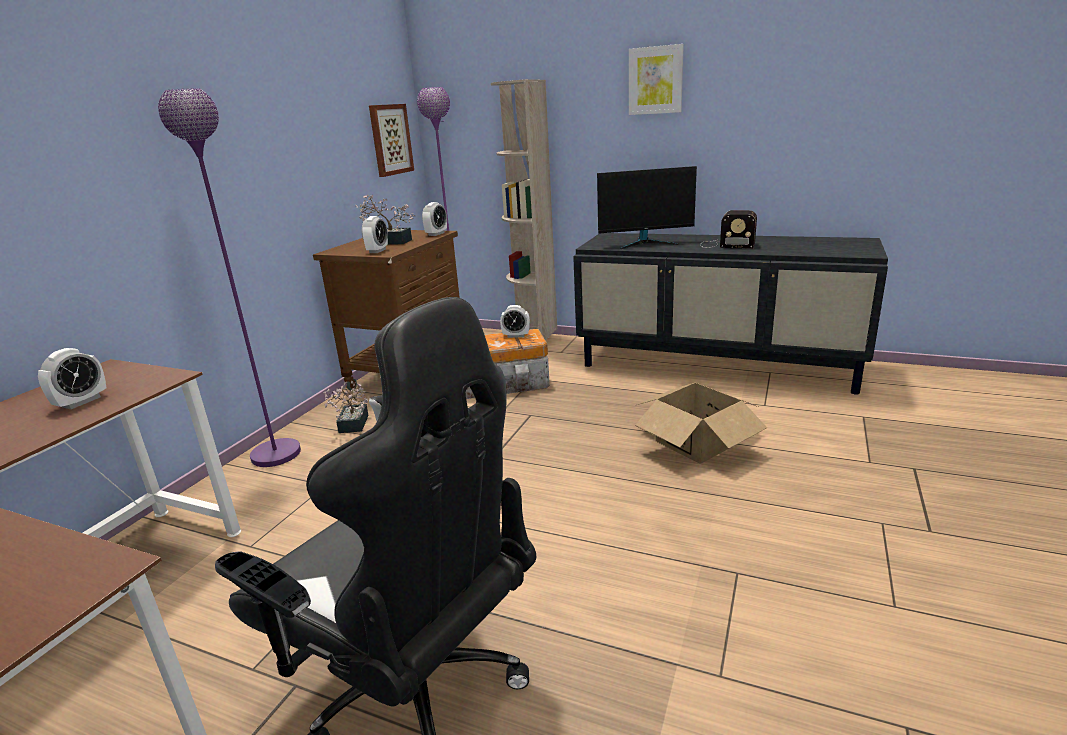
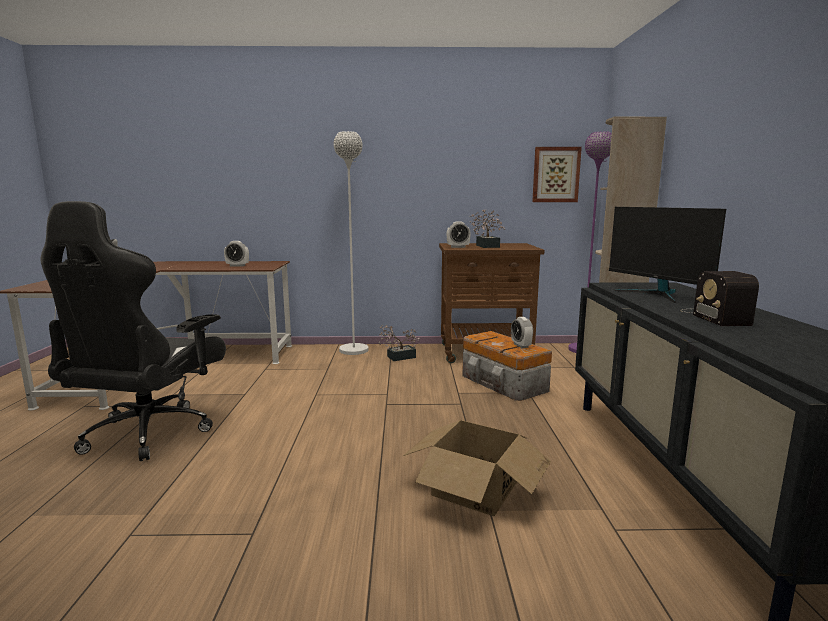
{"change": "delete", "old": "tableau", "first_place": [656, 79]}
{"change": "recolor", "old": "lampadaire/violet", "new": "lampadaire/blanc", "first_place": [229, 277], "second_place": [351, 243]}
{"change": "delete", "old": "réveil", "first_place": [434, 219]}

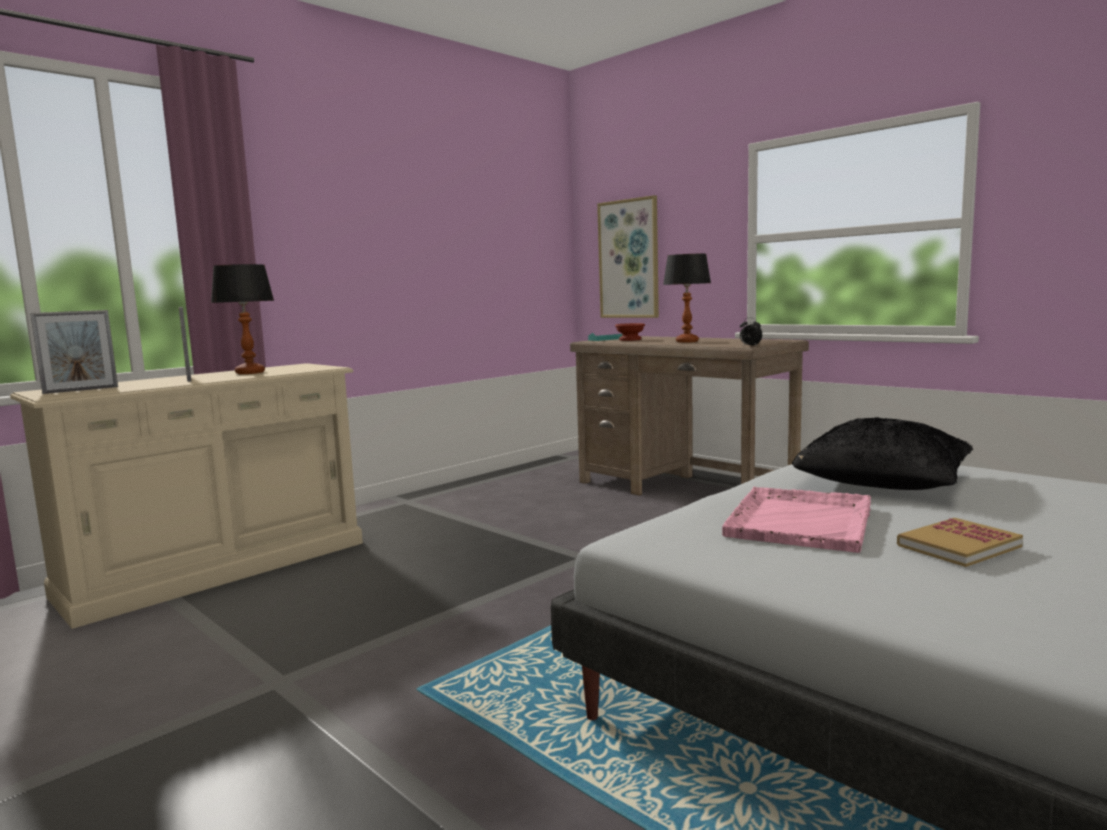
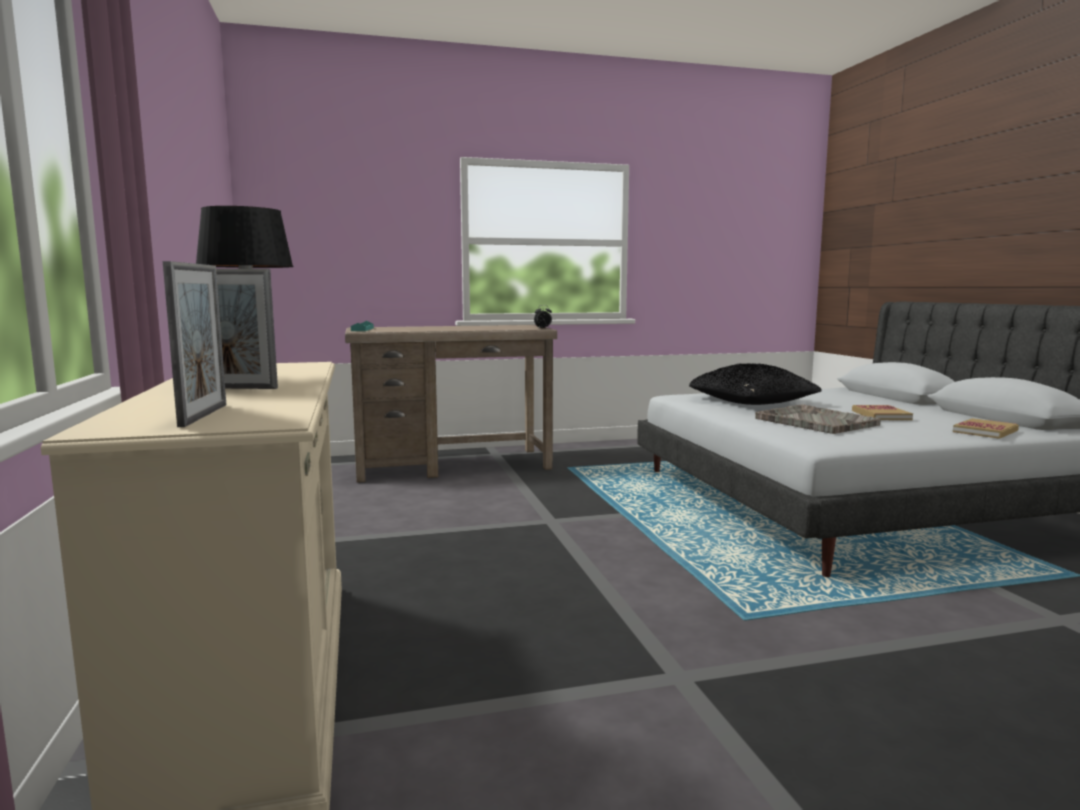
{"change": "delete", "old": "tableau", "first_place": [628, 256]}
{"change": "delete", "old": "lampe de table", "first_place": [687, 298]}
{"change": "delete", "old": "bol/marron", "first_place": [630, 332]}
{"change": "recolor", "old": "plateau/rose", "new": "plateau/gris", "first_place": [796, 520], "second_place": [818, 419]}
{"change": "insert", "new": "livre", "second_place": [986, 428]}

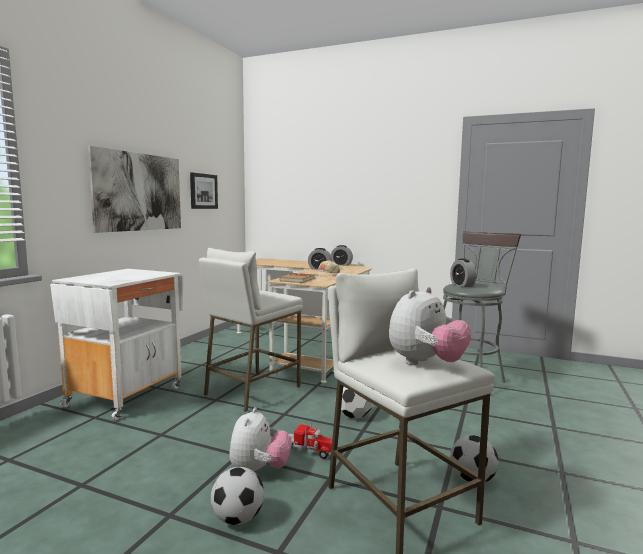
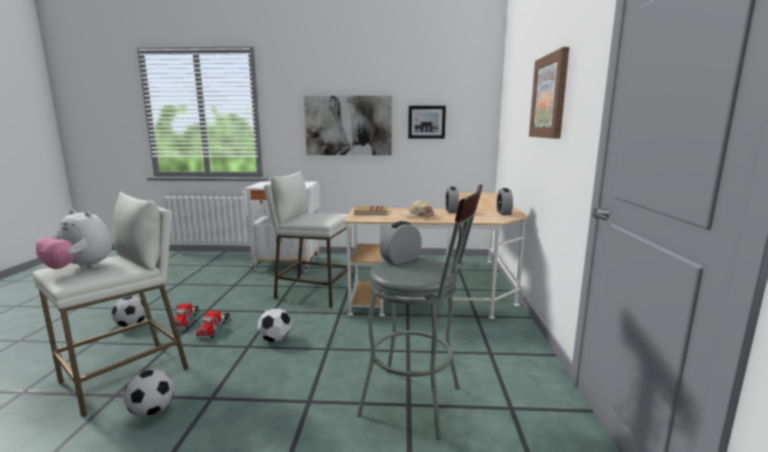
{"change": "replace", "old": "peluche", "new": "camion jouet", "first_place": [260, 439], "second_place": [184, 316]}
{"change": "insert", "new": "tableau", "second_place": [549, 93]}

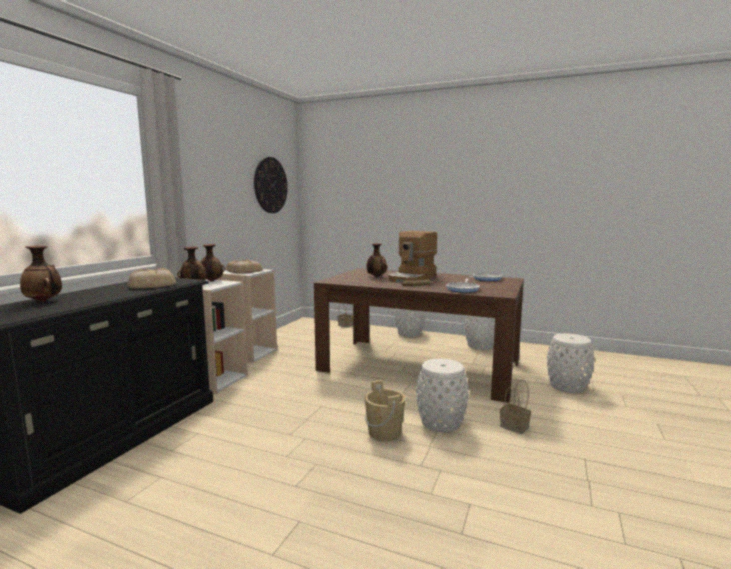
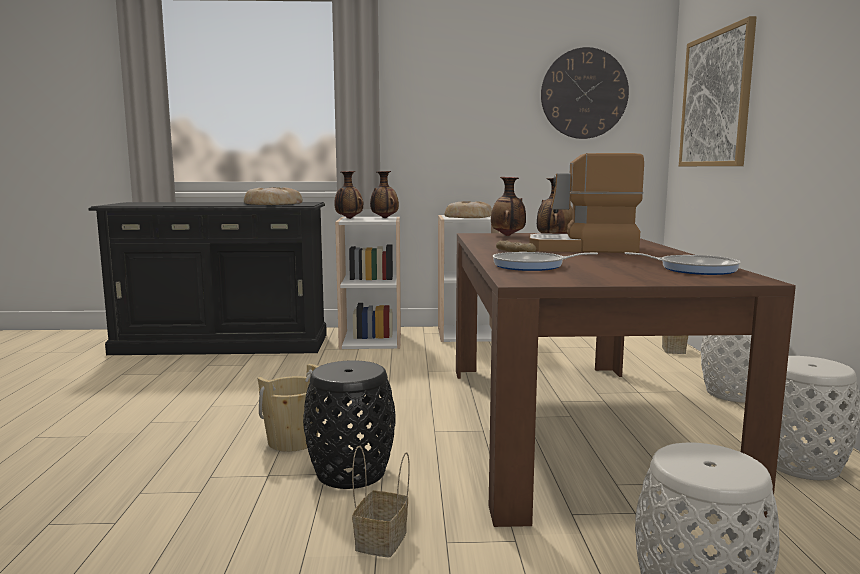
{"change": "move", "old": "vase", "first_place": [41, 274], "second_place": [508, 206]}
{"change": "recolor", "old": "tabouret/blanc", "new": "tabouret/noir", "first_place": [442, 395], "second_place": [349, 424]}
{"change": "insert", "new": "tableau", "second_place": [718, 91]}

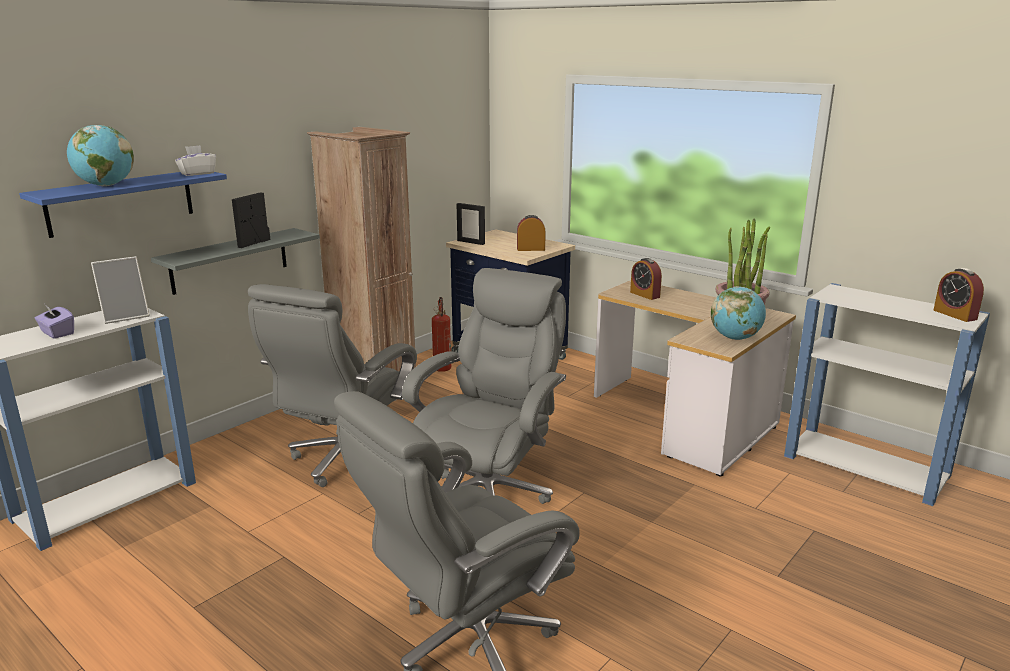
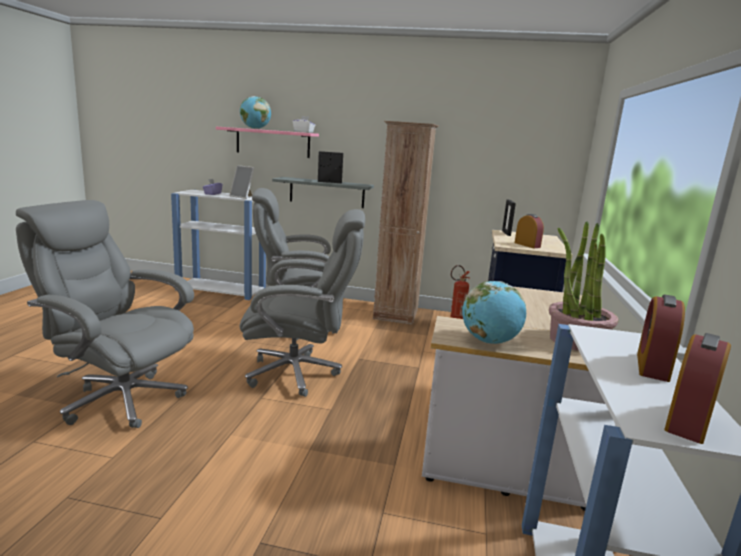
{"change": "recolor", "old": "étagère/bleu", "new": "étagère/rose", "first_place": [123, 205], "second_place": [267, 142]}
{"change": "move", "old": "réveil", "first_place": [646, 279], "second_place": [661, 338]}

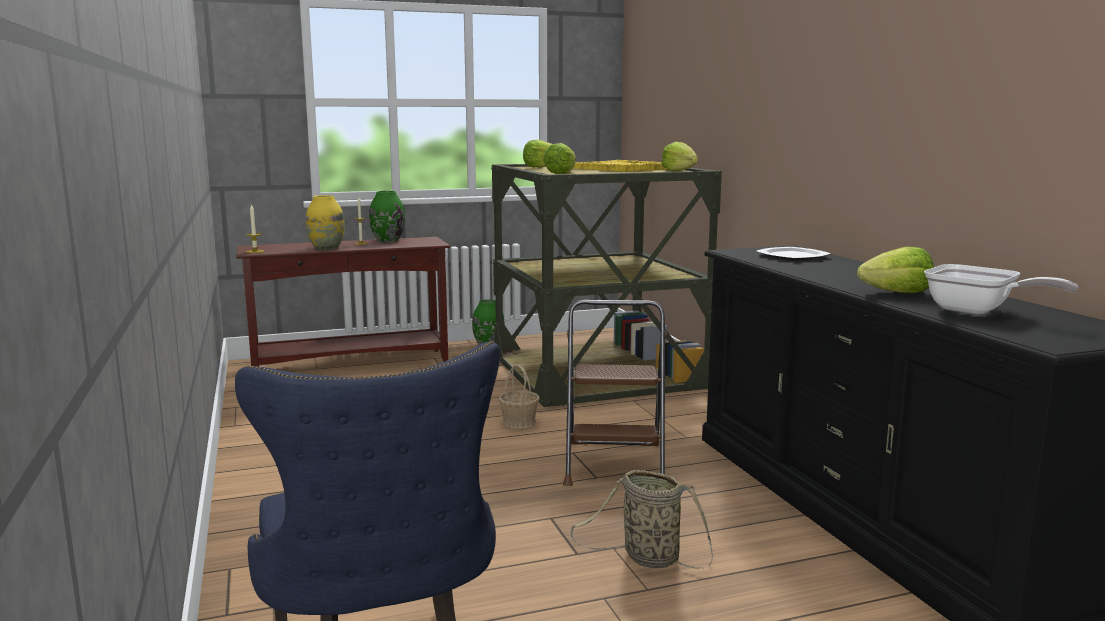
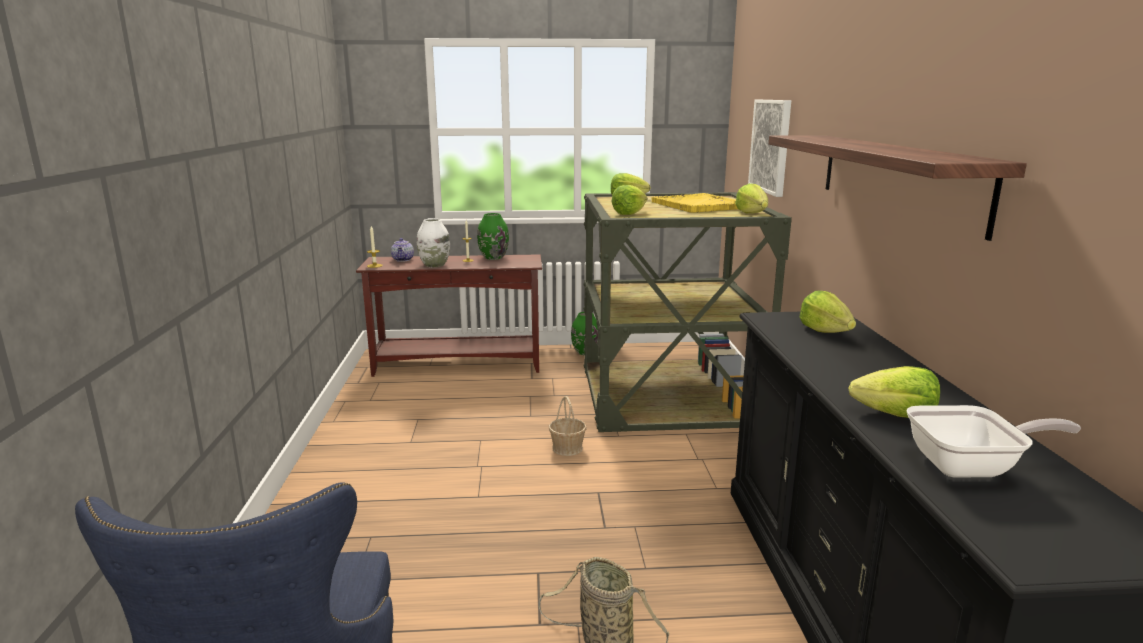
{"change": "recolor", "old": "vase/jaune", "new": "vase/blanc", "first_place": [325, 222], "second_place": [433, 242]}
{"change": "replace", "old": "assiette", "new": "laitue", "first_place": [793, 254], "second_place": [828, 312]}
{"change": "rotate", "old": "poêle", "first_place": [1001, 289], "second_place": [994, 441], "degrees": -60}
{"change": "delete", "old": "escabeau/marron", "first_place": [615, 393]}
{"change": "insert", "new": "tableau", "second_place": [769, 148]}
{"change": "insert", "new": "étagère", "second_place": [898, 188]}
{"change": "insert", "new": "théière", "second_place": [402, 250]}

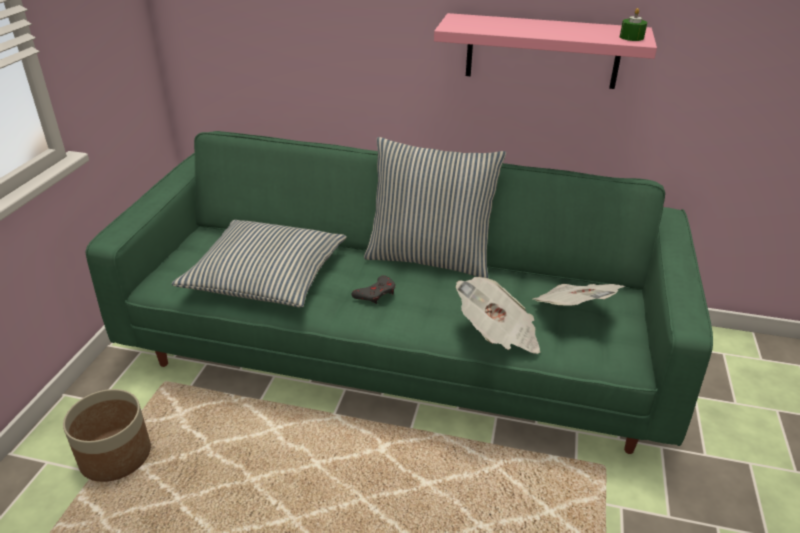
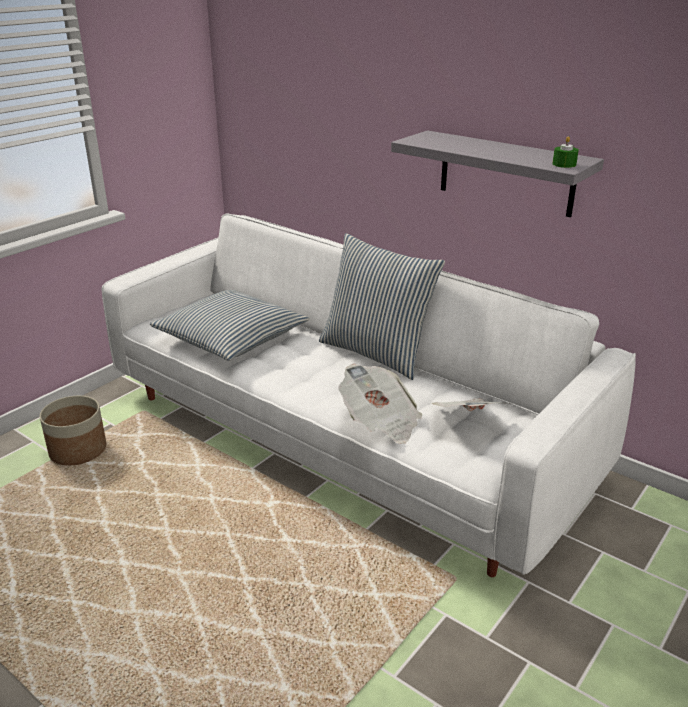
{"change": "recolor", "old": "étagère/rose", "new": "étagère/gris", "first_place": [545, 51], "second_place": [497, 173]}
{"change": "recolor", "old": "canapé/vert", "new": "canapé/blanc", "first_place": [399, 292], "second_place": [369, 395]}
{"change": "delete", "old": "manette/gris", "first_place": [373, 289]}

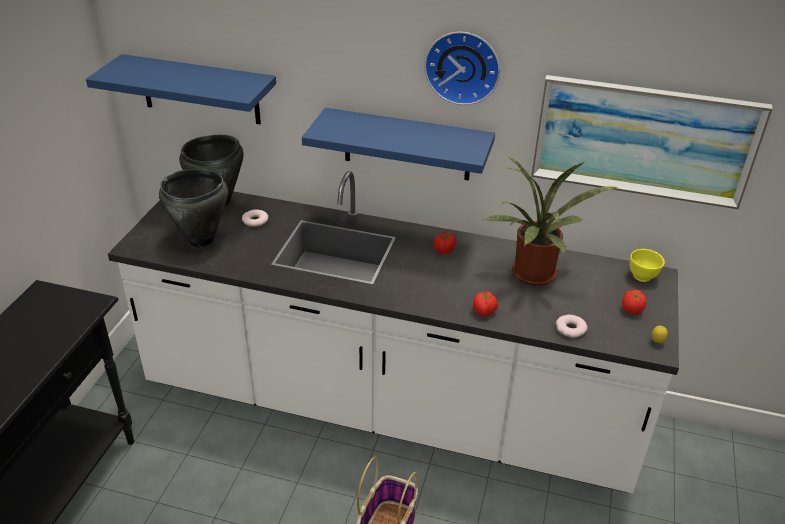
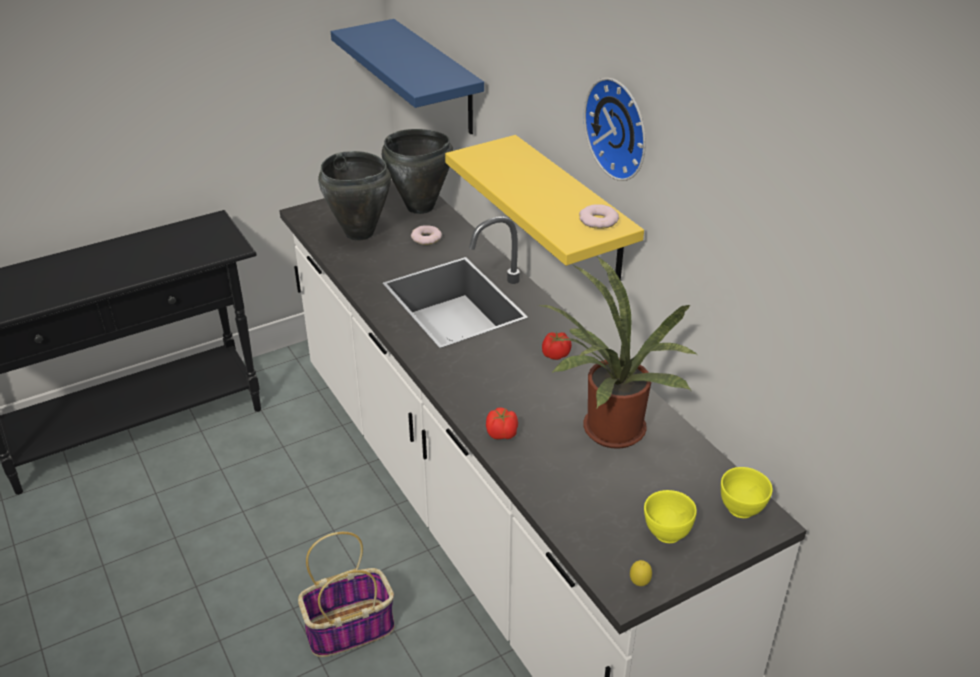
{"change": "delete", "old": "tableau", "first_place": [652, 142]}
{"change": "recolor", "old": "étagère/bleu", "new": "étagère/jaune", "first_place": [398, 144], "second_place": [544, 208]}
{"change": "replace", "old": "tomate", "new": "bol/jaune", "first_place": [634, 302], "second_place": [670, 516]}
{"change": "move", "old": "beignet", "first_place": [572, 326], "second_place": [599, 217]}

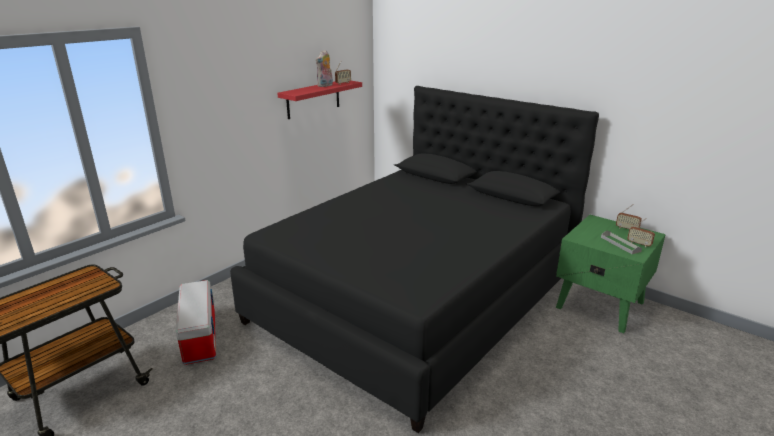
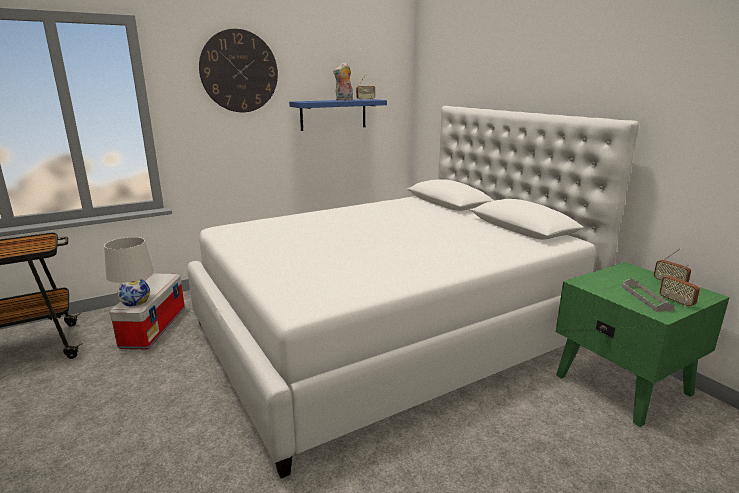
{"change": "recolor", "old": "étagère/rouge", "new": "étagère/bleu", "first_place": [319, 100], "second_place": [338, 115]}
{"change": "recolor", "old": "lit/noir", "new": "lit/blanc", "first_place": [414, 259], "second_place": [413, 292]}
{"change": "insert", "new": "horloge murale", "second_place": [238, 70]}
{"change": "insert", "new": "lampe de table/blanc", "second_place": [129, 271]}

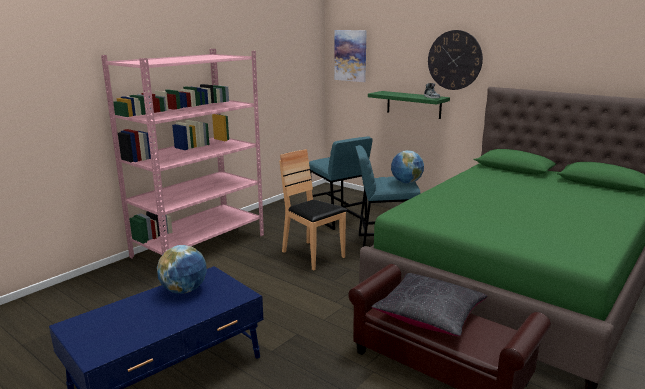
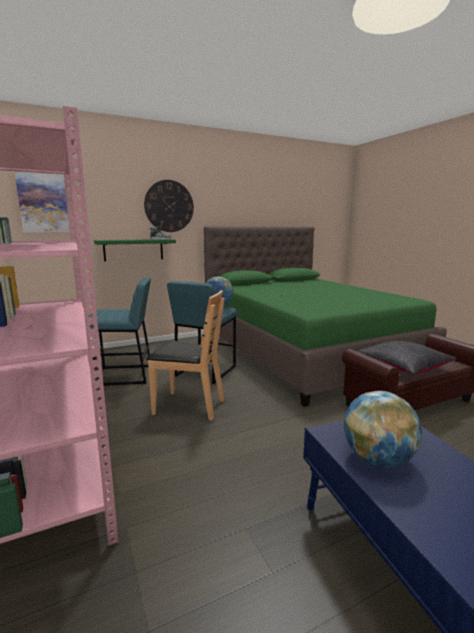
{"change": "rotate", "old": "chaise/marron", "first_place": [313, 209], "second_place": [185, 355], "degrees": -150}

